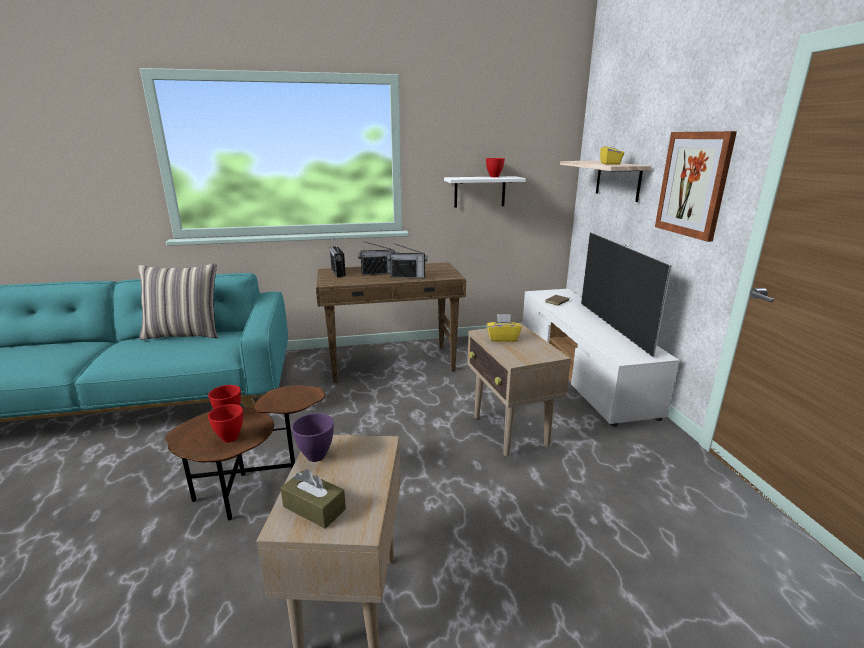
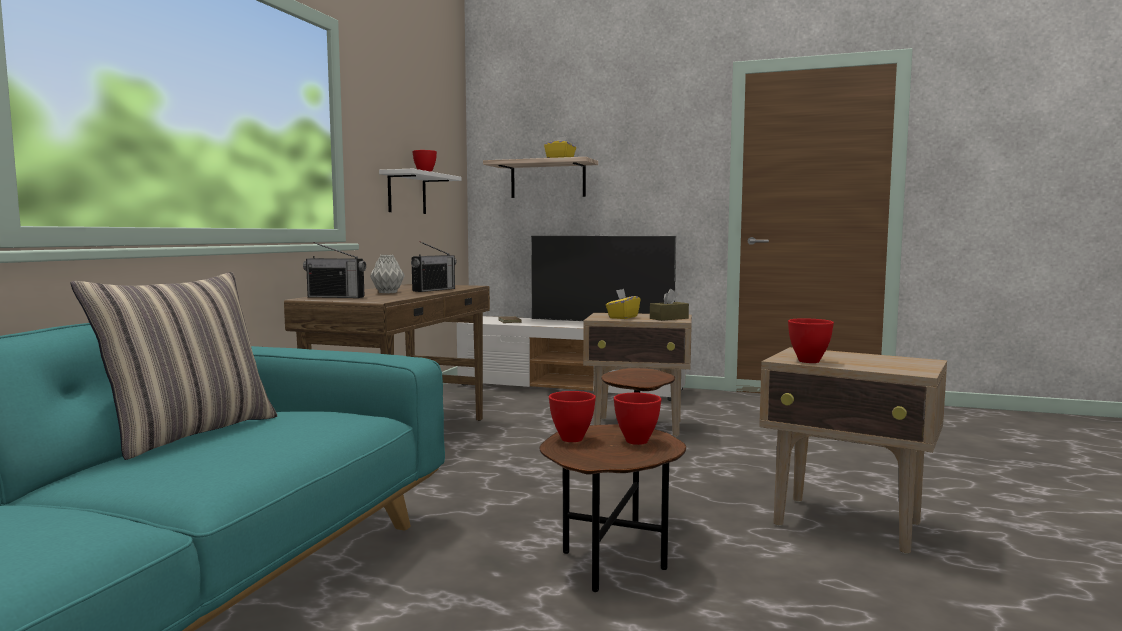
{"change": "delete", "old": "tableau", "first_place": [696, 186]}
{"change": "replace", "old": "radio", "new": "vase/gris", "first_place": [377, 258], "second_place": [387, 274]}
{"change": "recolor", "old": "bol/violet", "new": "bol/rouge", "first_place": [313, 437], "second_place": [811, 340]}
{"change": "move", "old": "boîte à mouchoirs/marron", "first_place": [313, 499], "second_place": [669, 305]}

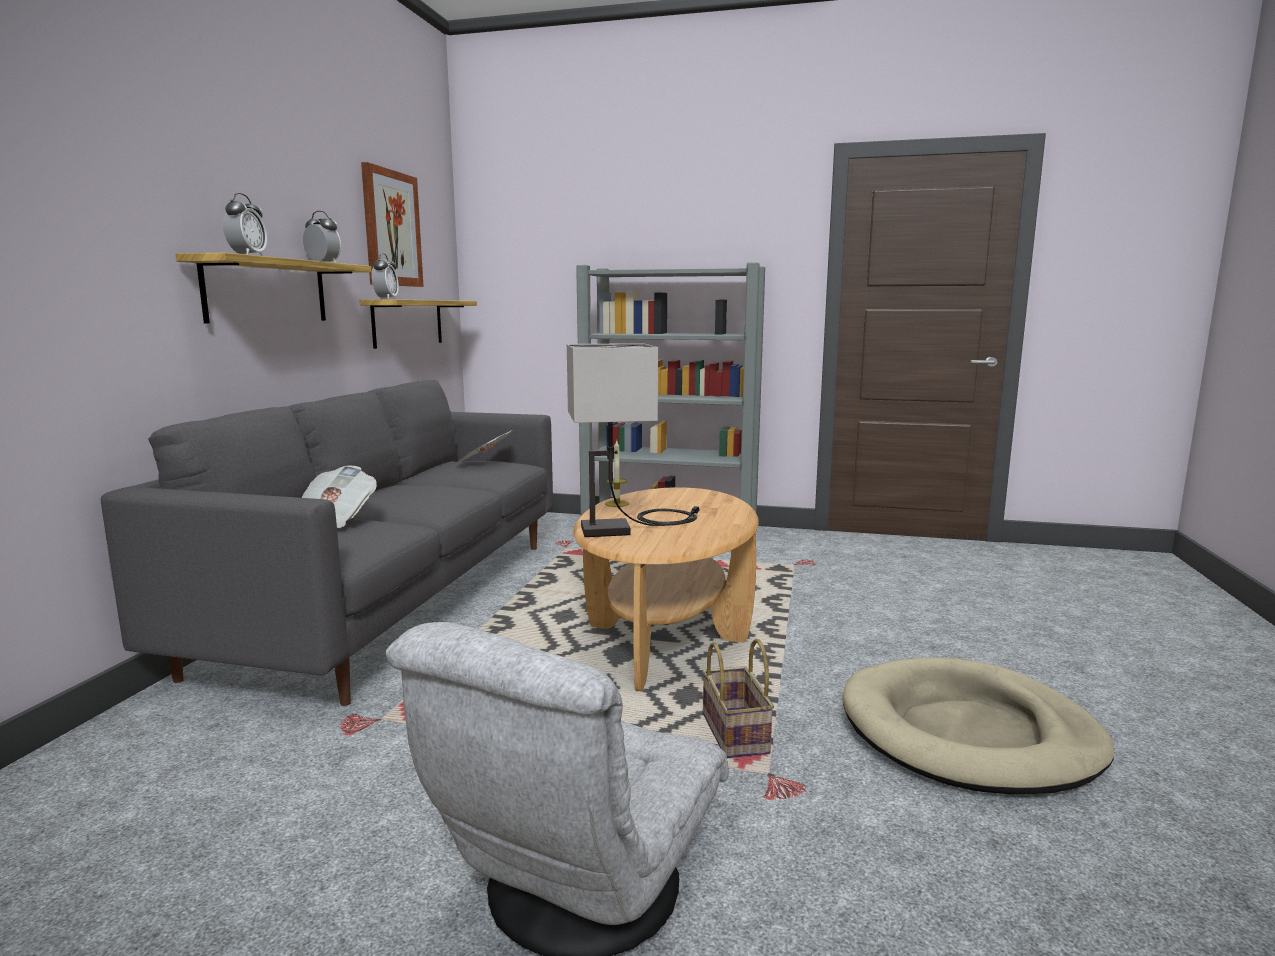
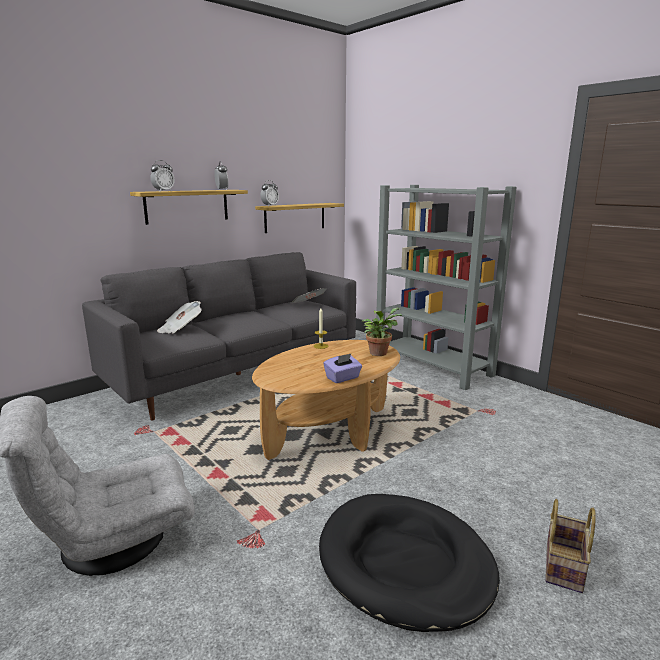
{"change": "delete", "old": "tableau", "first_place": [392, 224]}
{"change": "delete", "old": "lampe de table", "first_place": [633, 440]}
{"change": "move", "old": "panier", "first_place": [738, 698], "second_place": [570, 546]}
{"change": "recolor", "old": "panier pour chien/beige", "new": "panier pour chien/noir", "first_place": [978, 726], "second_place": [409, 563]}
{"change": "insert", "new": "plante en pot", "second_place": [382, 332]}
{"change": "insert", "new": "boîte à mouchoirs/violet", "second_place": [342, 368]}

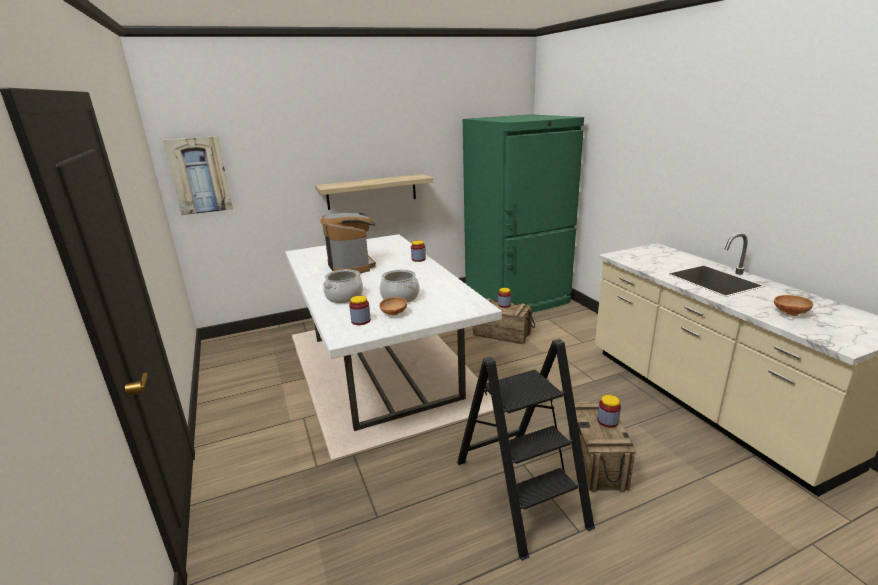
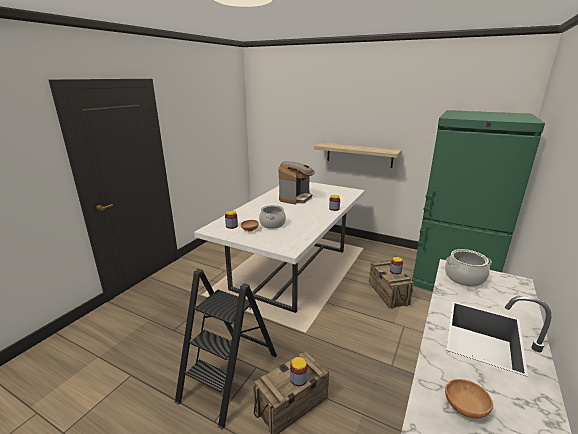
{"change": "delete", "old": "tableau", "first_place": [198, 175]}
{"change": "move", "old": "marmite", "first_place": [343, 286], "second_place": [468, 268]}

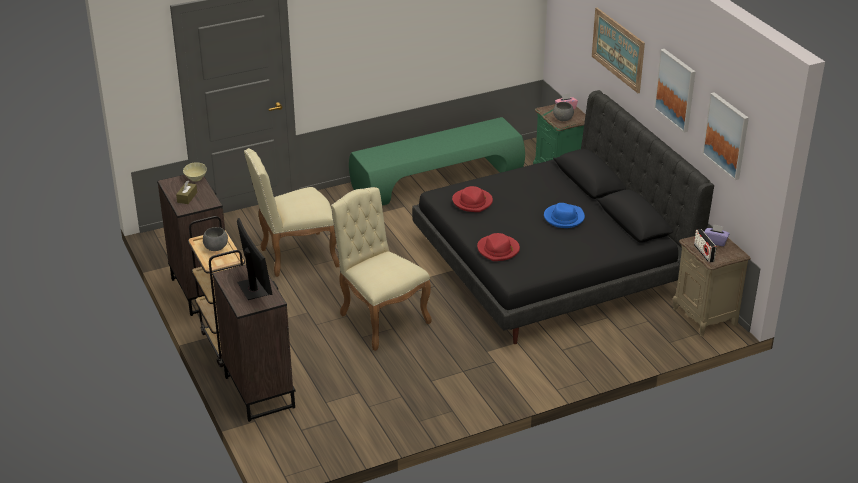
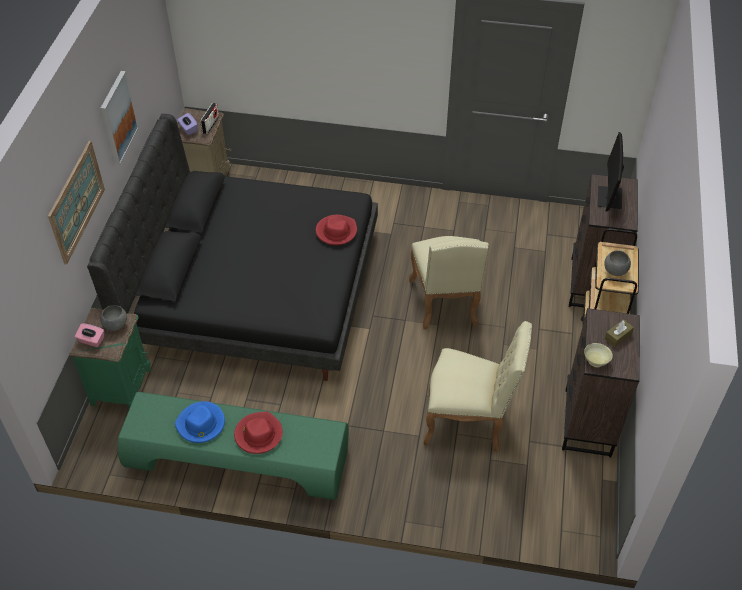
{"change": "delete", "old": "tableau", "first_place": [725, 136]}
{"change": "move", "old": "chapeau/rouge", "first_place": [472, 199], "second_place": [258, 433]}
{"change": "move", "old": "chapeau/bleu", "first_place": [564, 215], "second_place": [200, 422]}

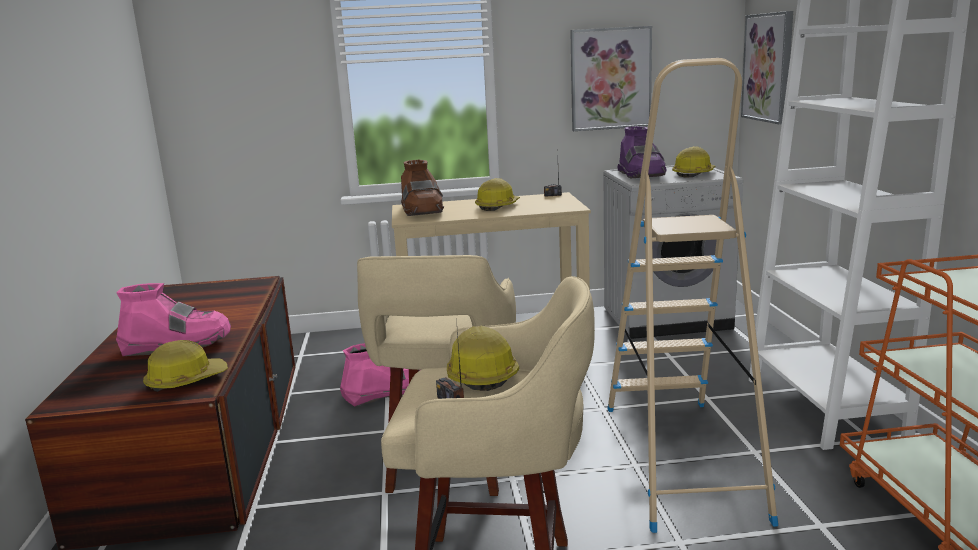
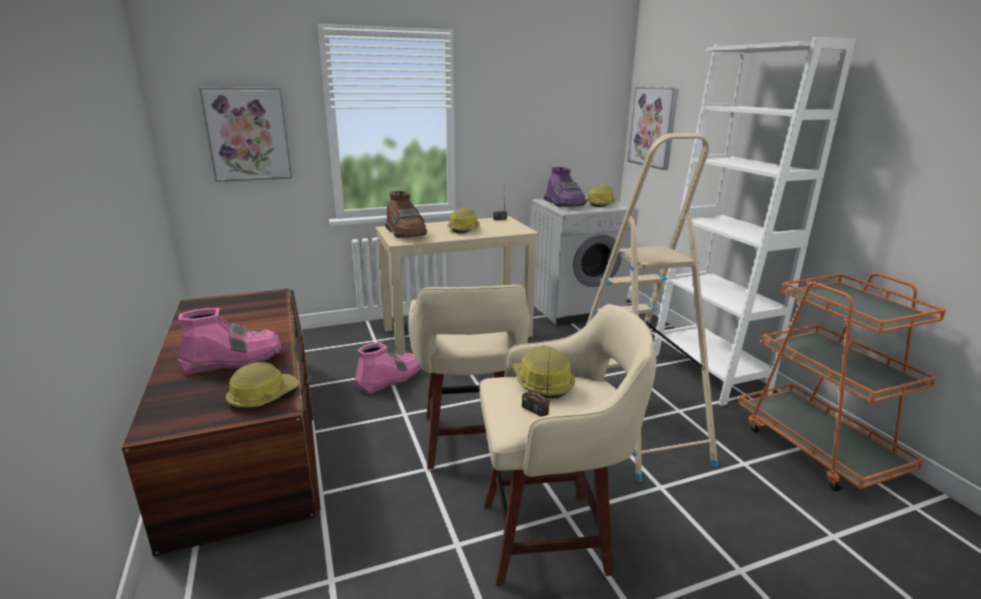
{"change": "move", "old": "tableau", "first_place": [611, 78], "second_place": [245, 134]}

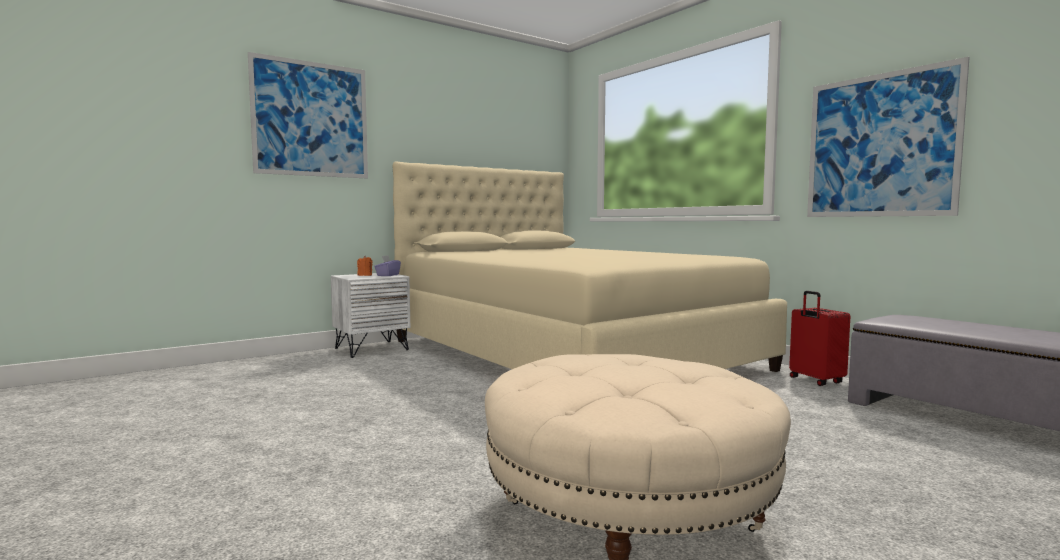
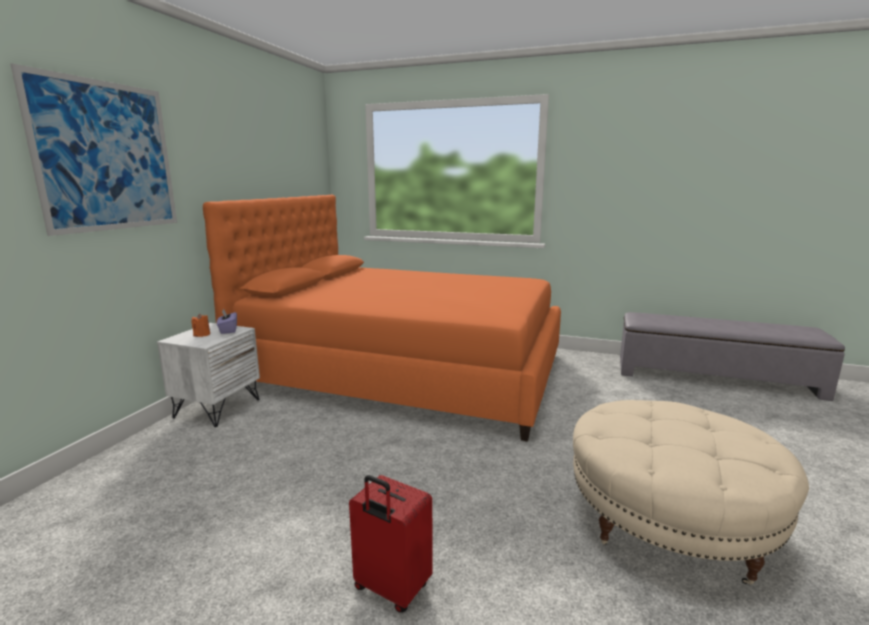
{"change": "delete", "old": "tableau", "first_place": [888, 137]}
{"change": "recolor", "old": "lit/beige", "new": "lit/orange", "first_place": [590, 267], "second_place": [382, 318]}
{"change": "move", "old": "valise/rouge", "first_place": [819, 338], "second_place": [390, 544]}

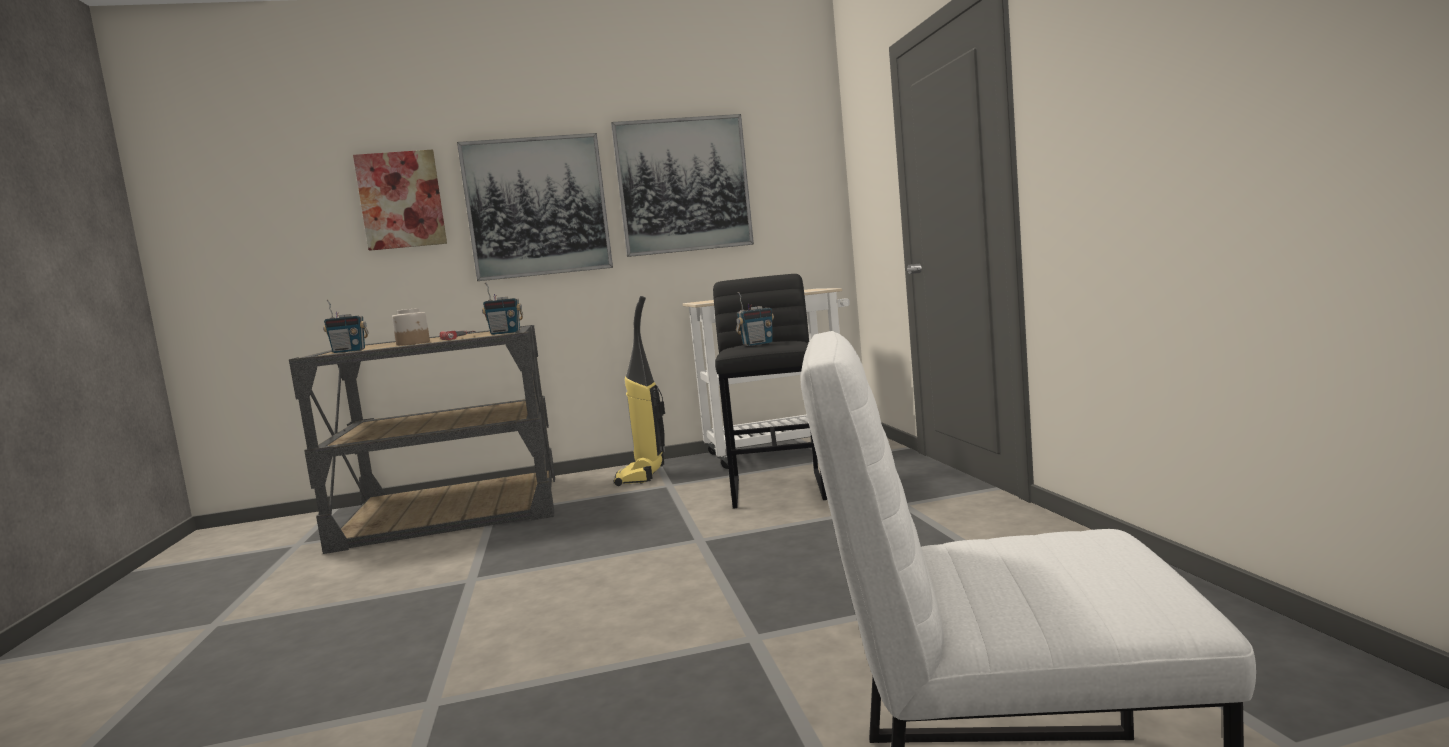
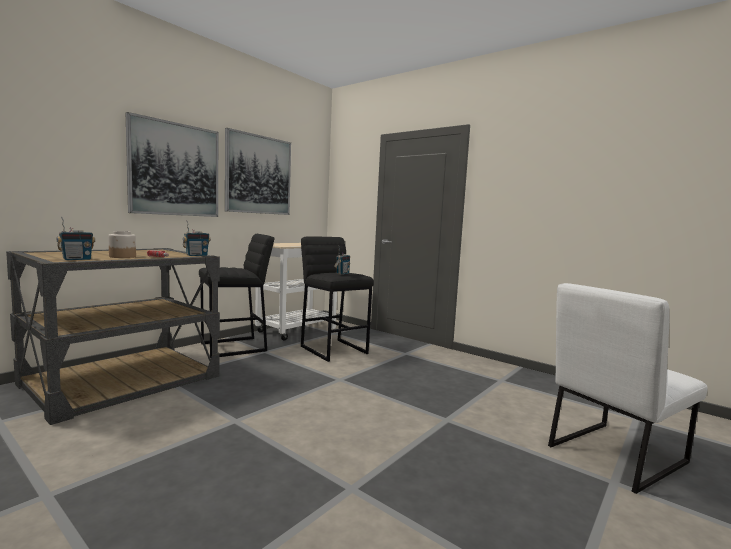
{"change": "delete", "old": "tableau", "first_place": [400, 200]}
{"change": "replace", "old": "aspirateur", "new": "tabouret/noir", "first_place": [639, 391], "second_place": [236, 296]}

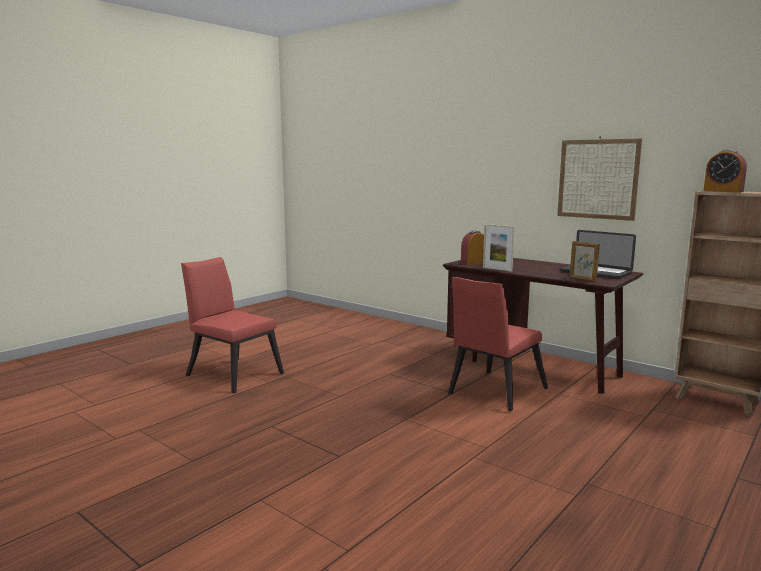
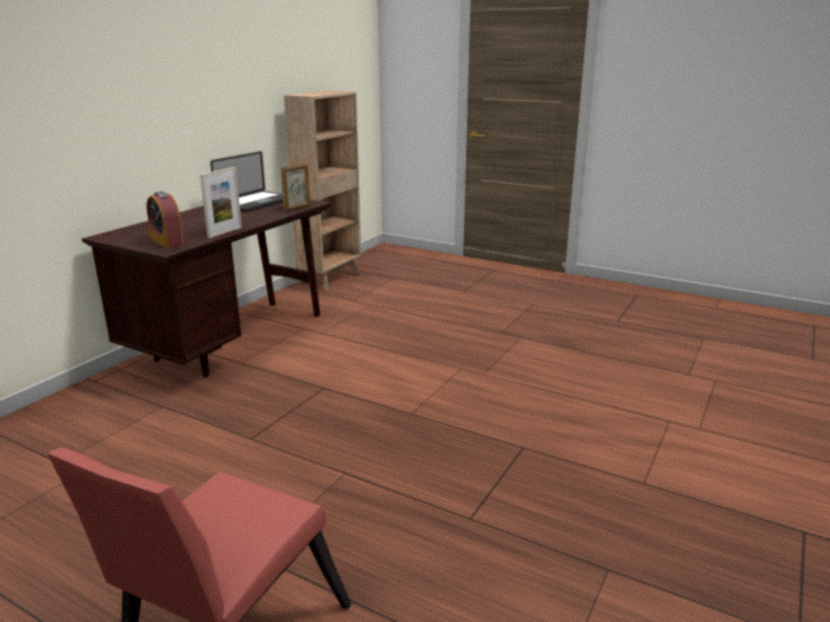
{"change": "delete", "old": "tableau", "first_place": [599, 179]}
{"change": "delete", "old": "réveil", "first_place": [725, 171]}
{"change": "delete", "old": "chaise/rouge", "first_place": [498, 344]}

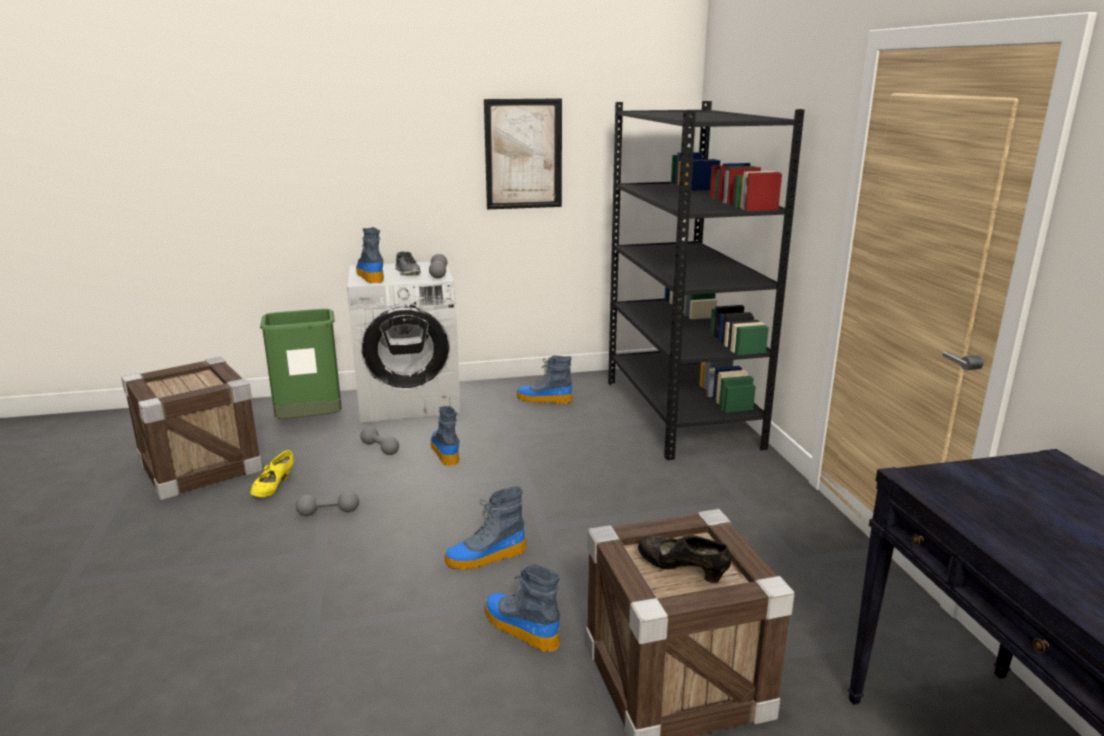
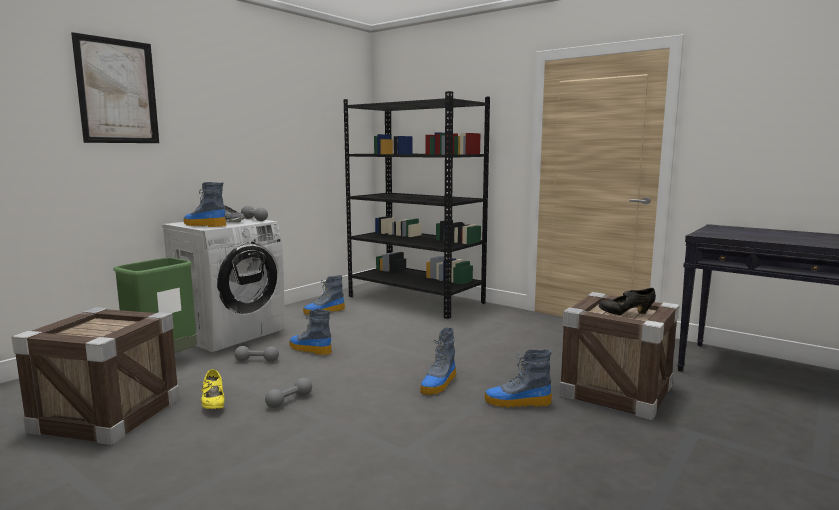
{"change": "move", "old": "tableau", "first_place": [523, 154], "second_place": [115, 87]}

